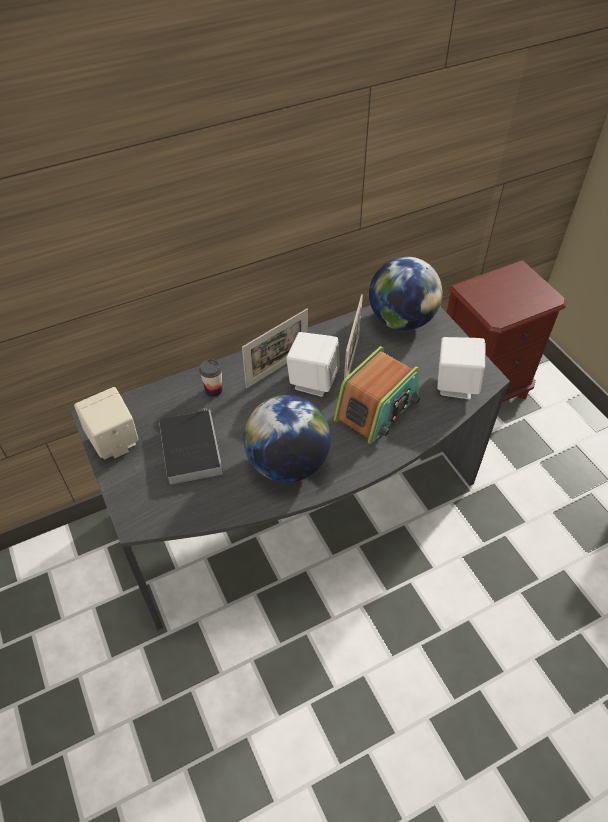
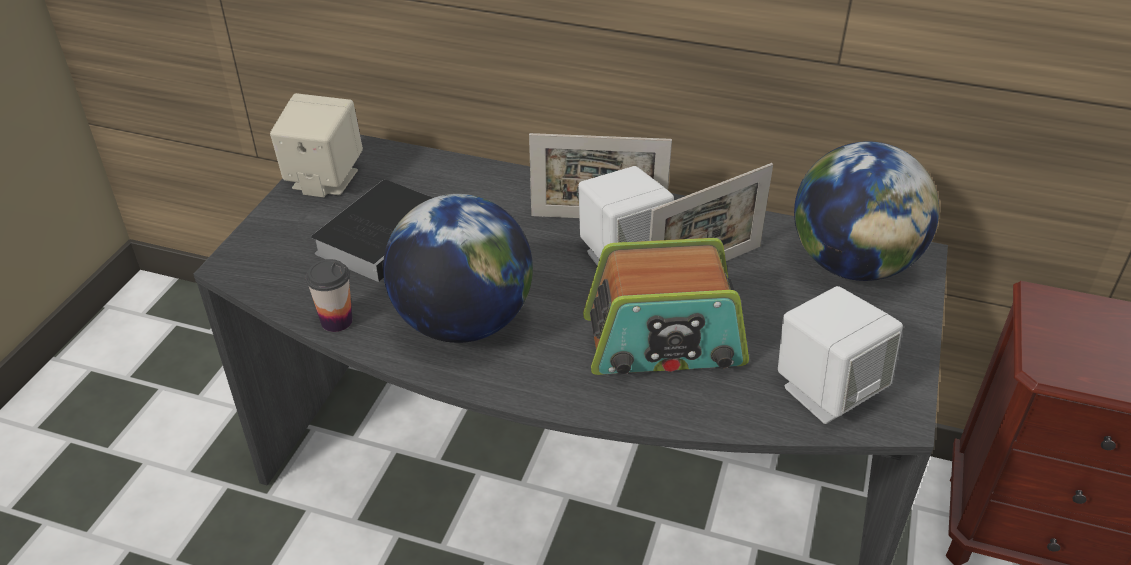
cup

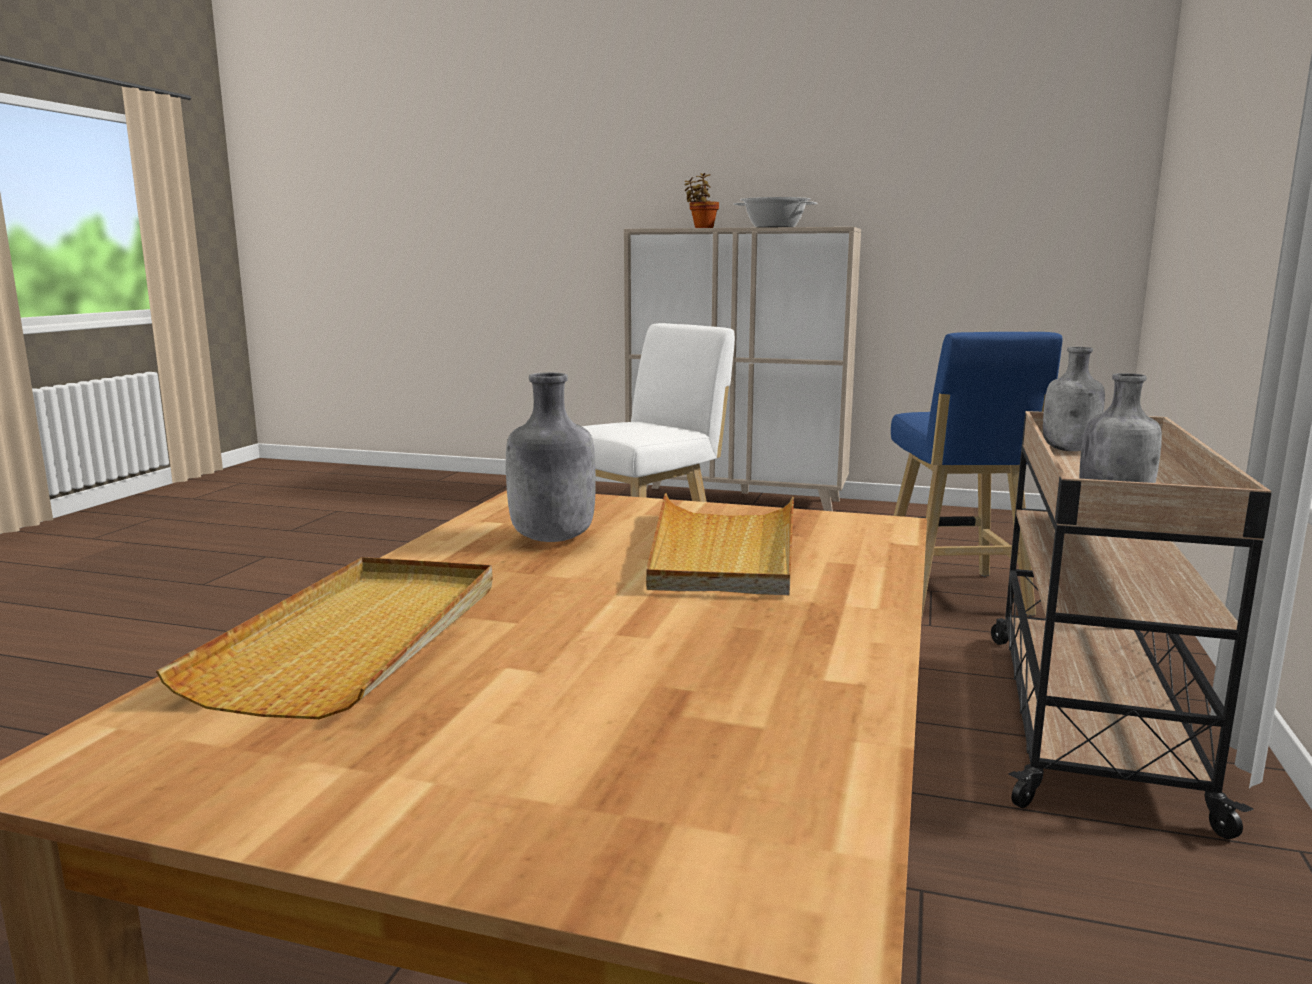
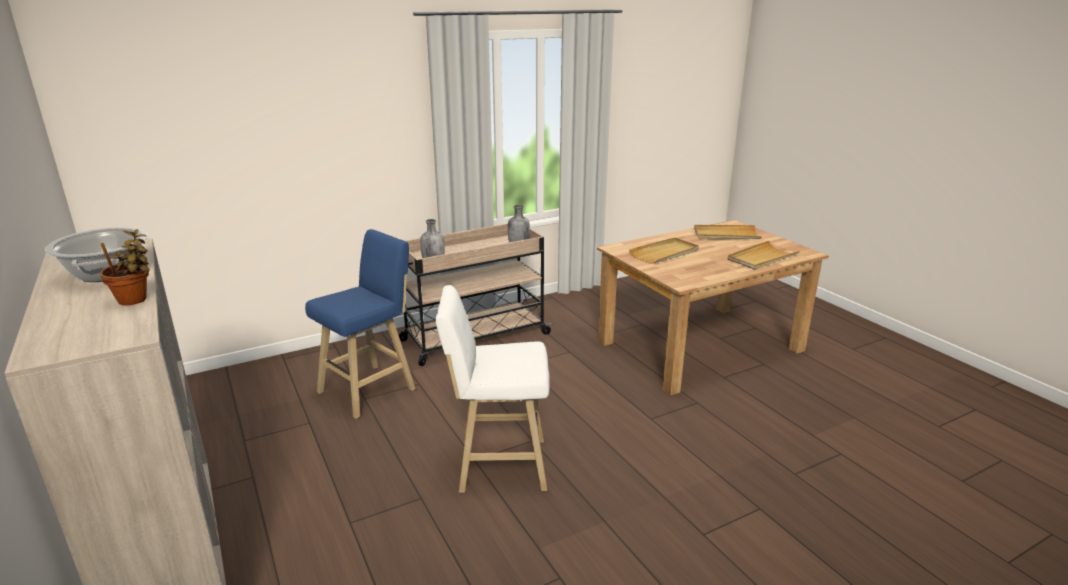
carrying tray/beige (2nd from left)
beverage bottle/gray (1st from left in the first image)

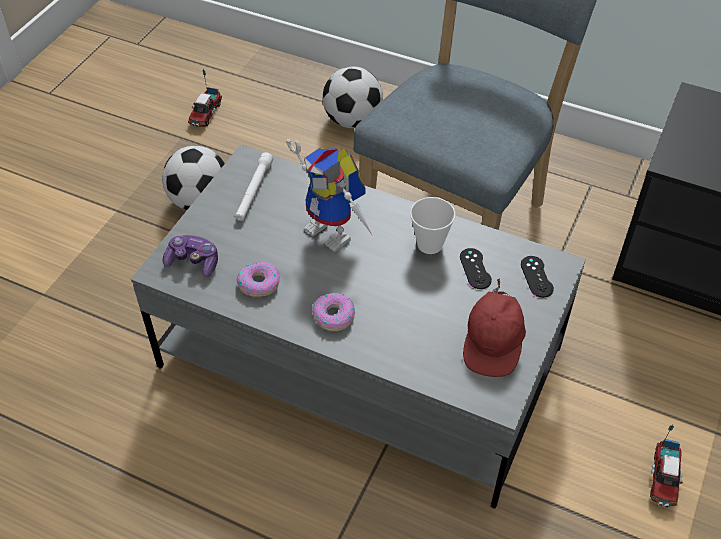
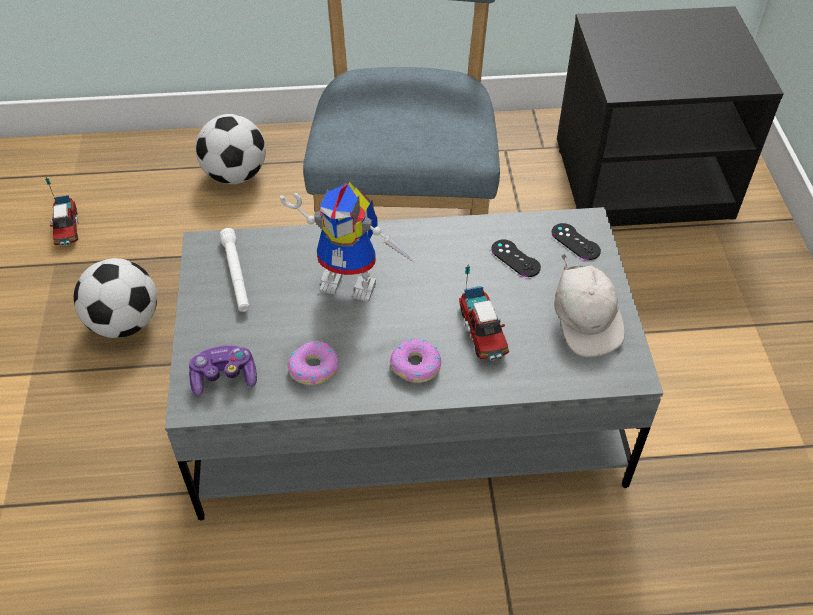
model truck (2nd from left)
peaked cap/white-coloured
cup

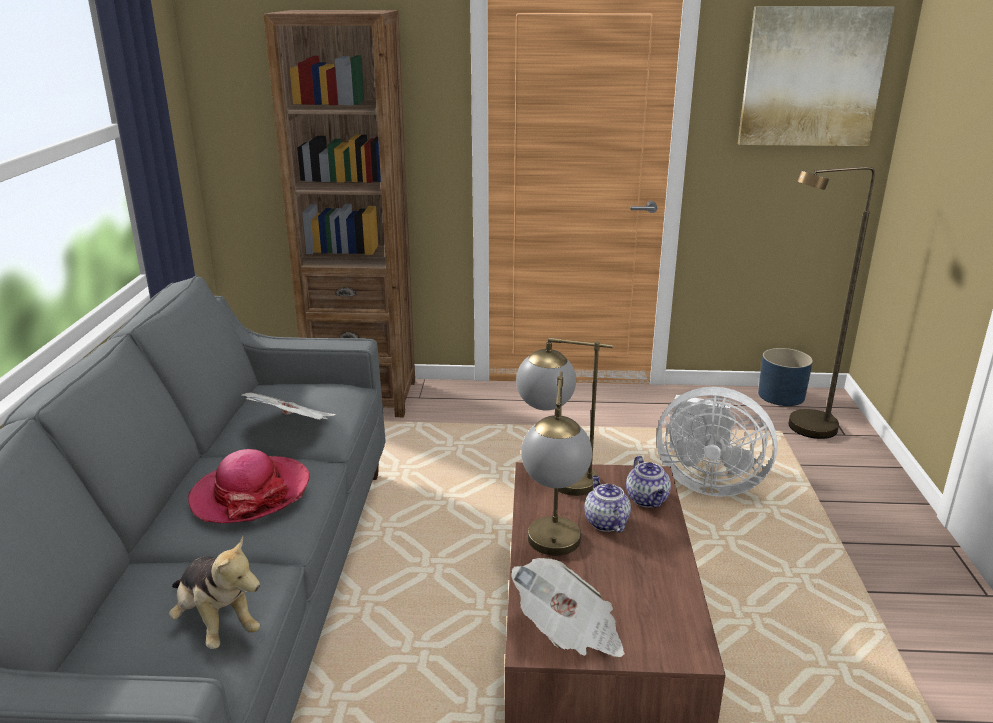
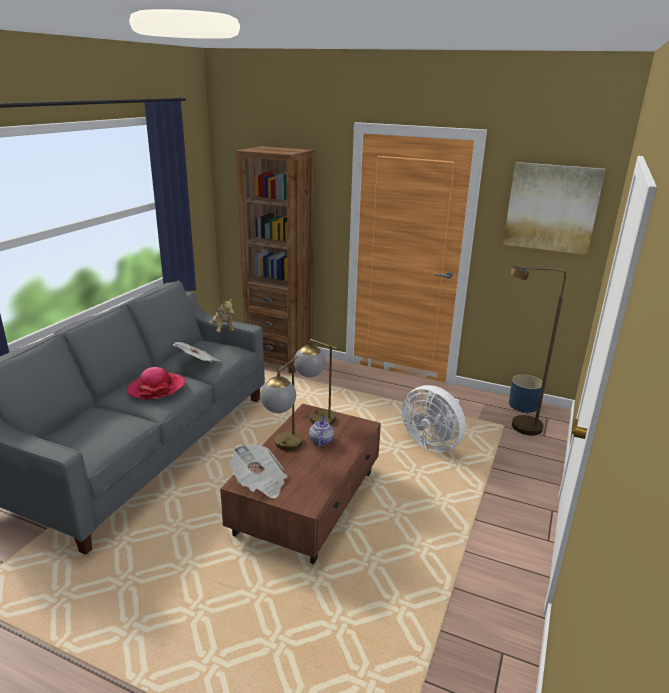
plush toy
pot for tea (2nd from left in the first image)

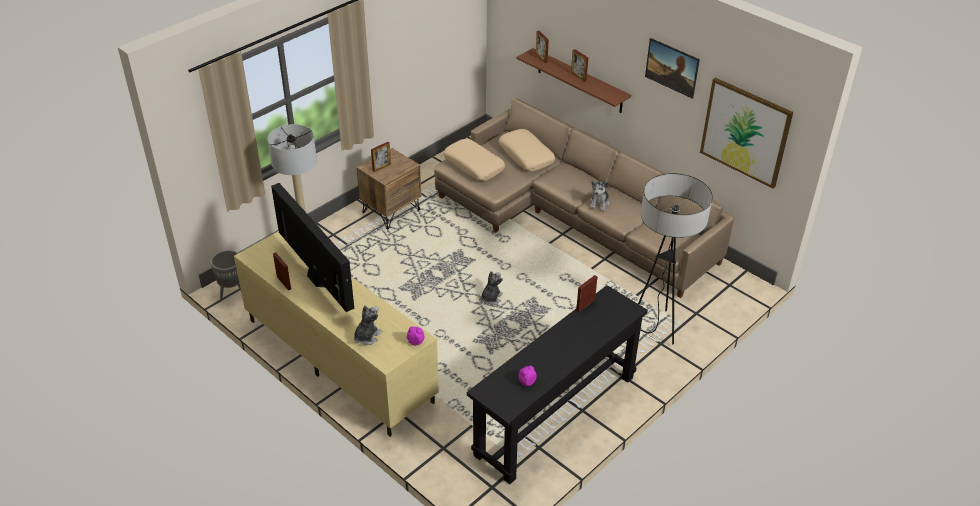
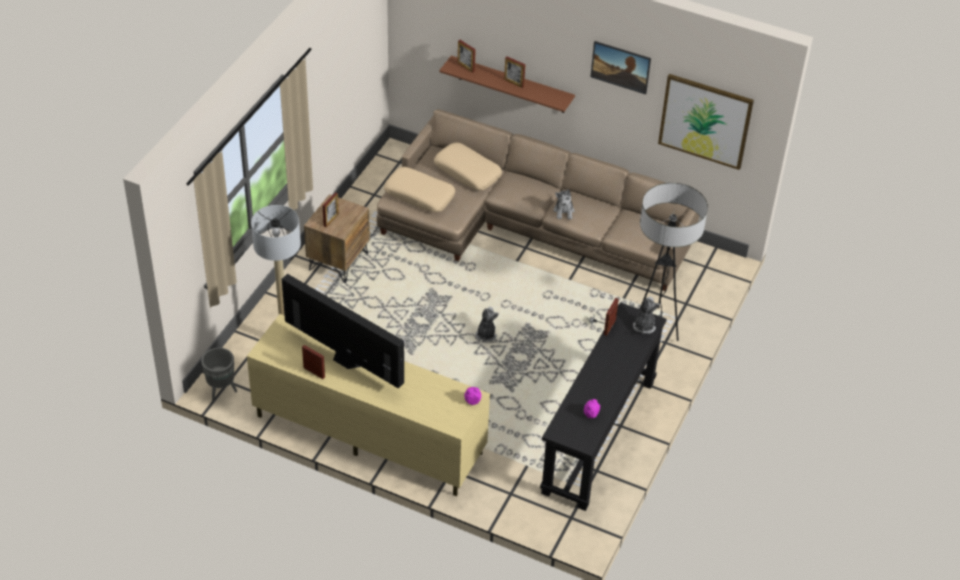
plush toy (3rd from left)

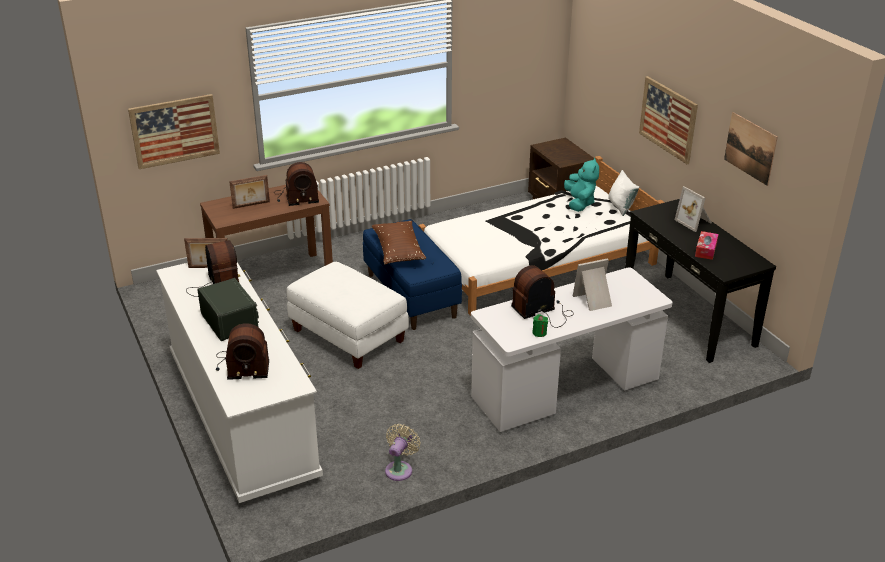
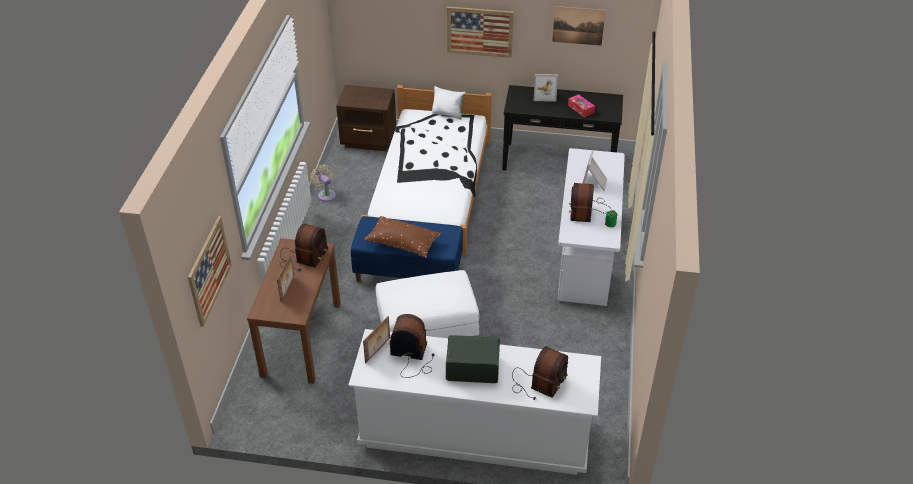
electric fan/beige
plush toy/blue-green

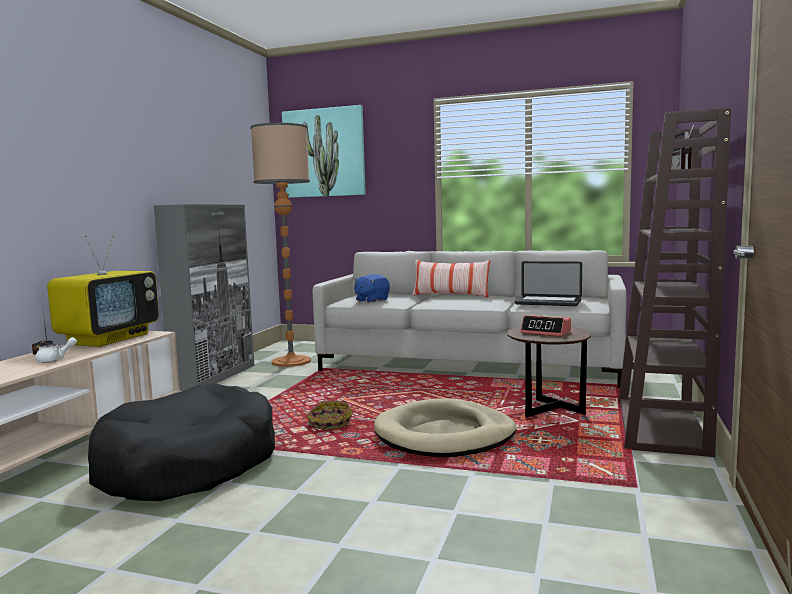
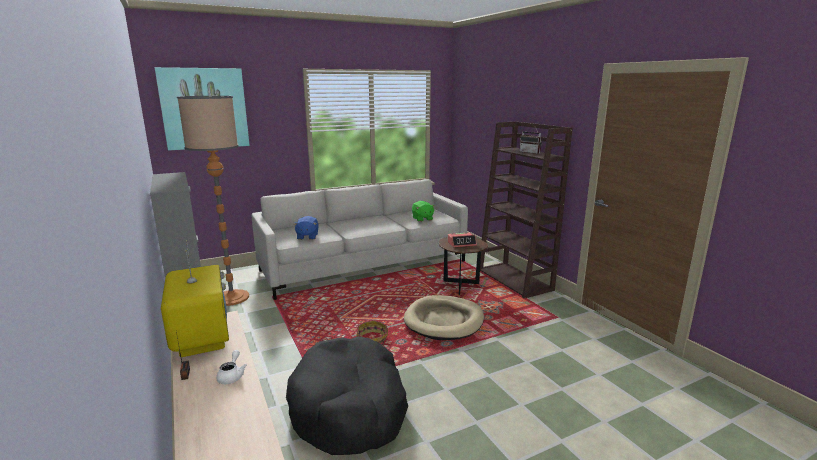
plush toy/greenish
cushion

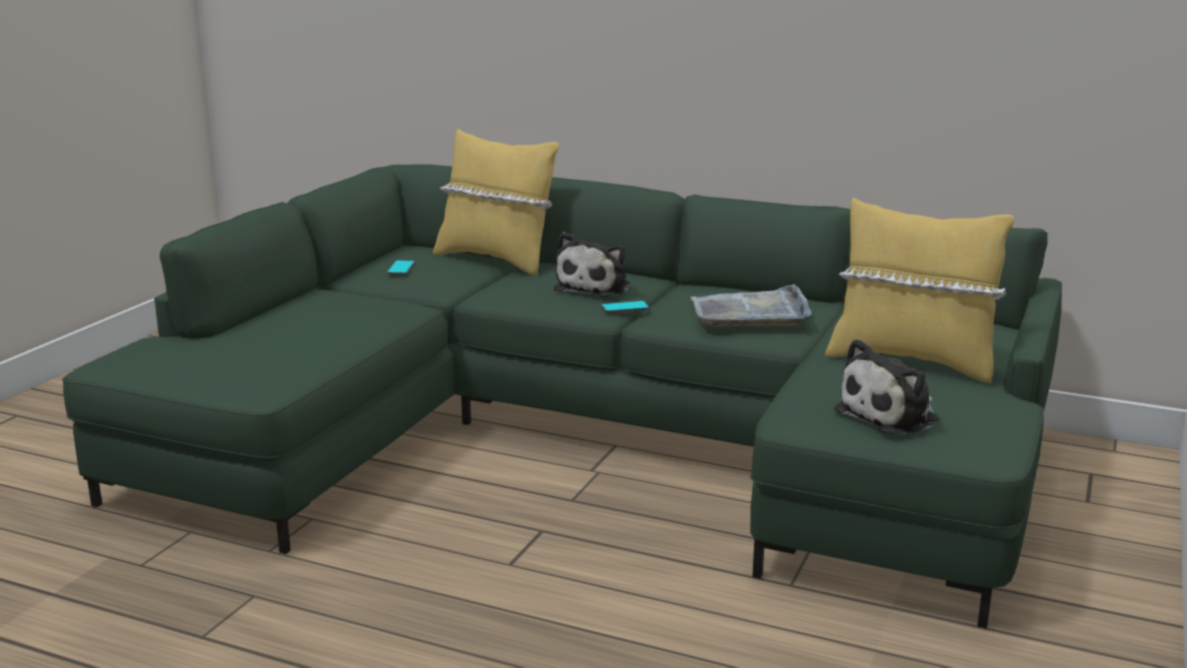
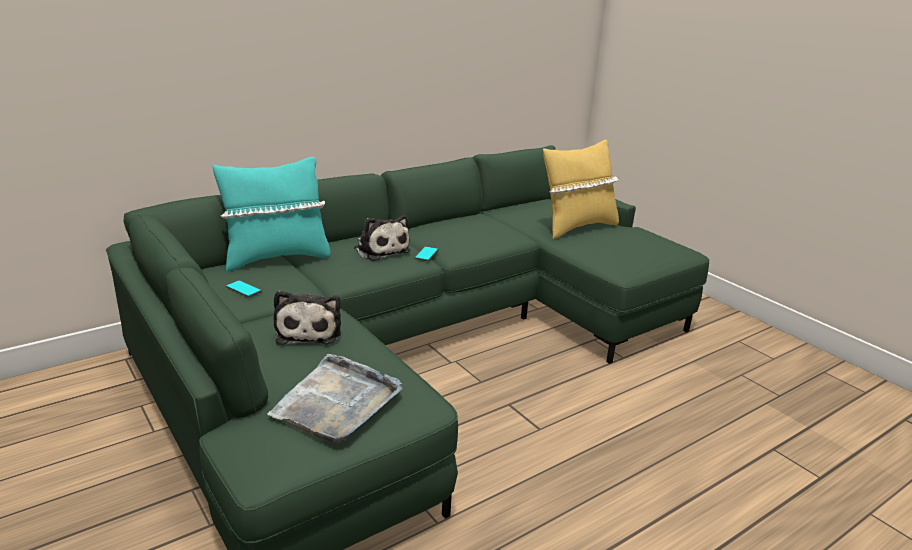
cushion/blue-green
carrying tray/gray
plush toy (1st from left)

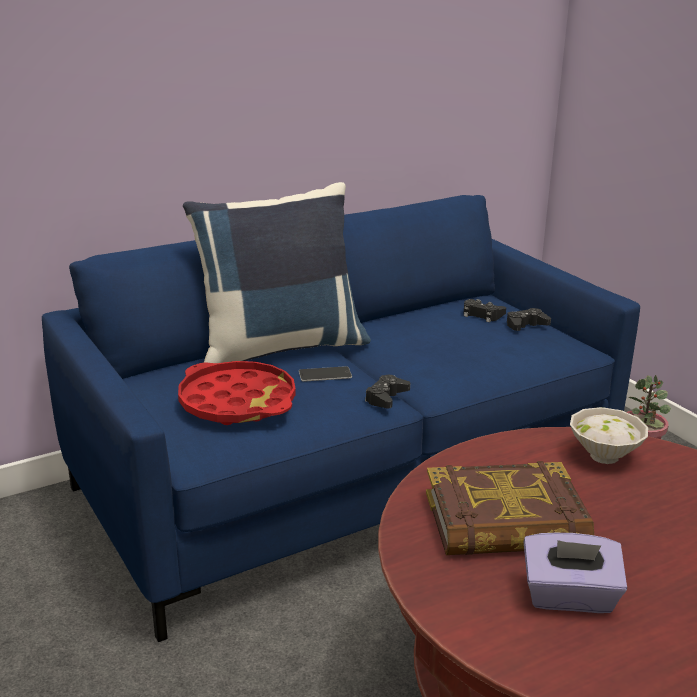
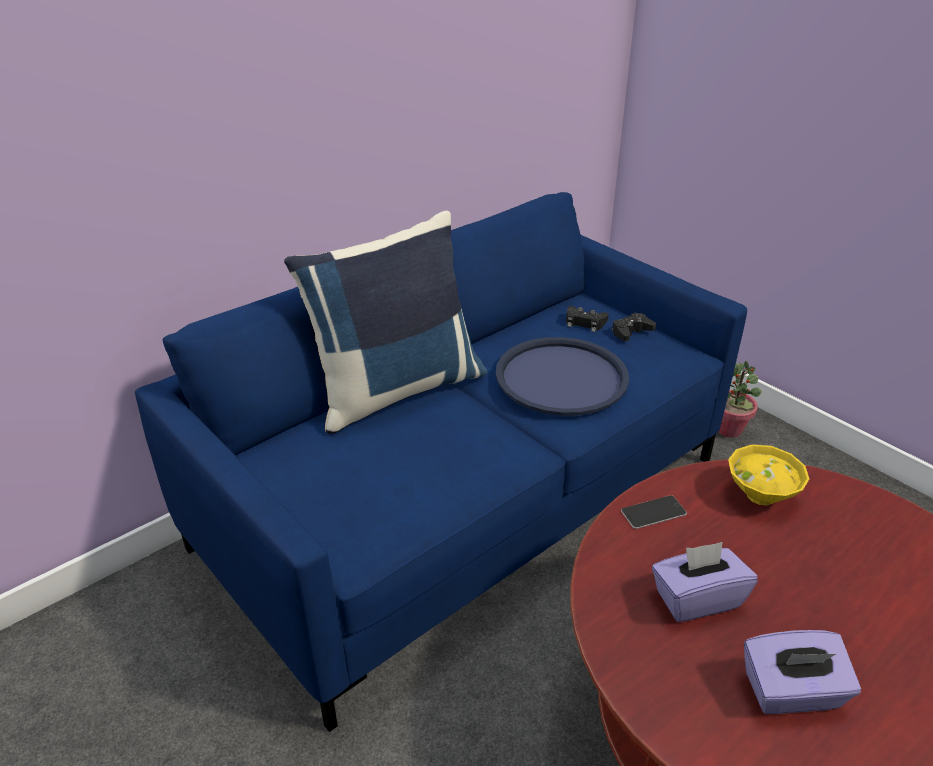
carrying tray/bluish
phone
tissue box/purplish (1st from left)
bowl/yellow
carrying tray/red
game controller/black-coloured (1st from left in the first image)

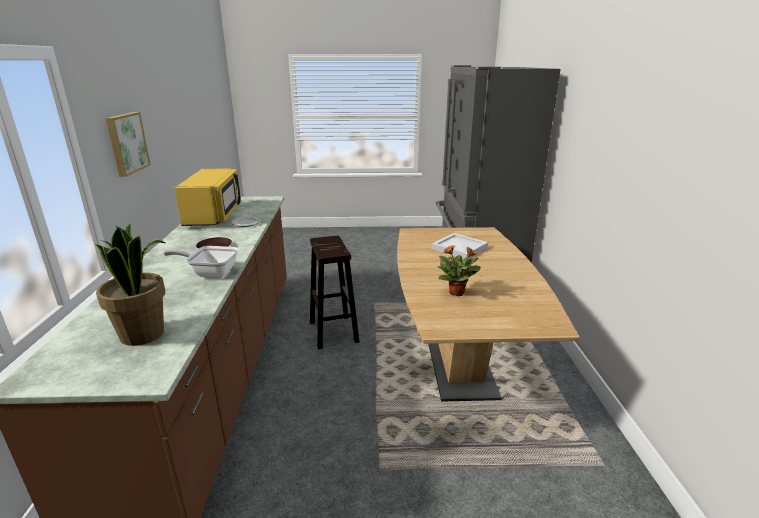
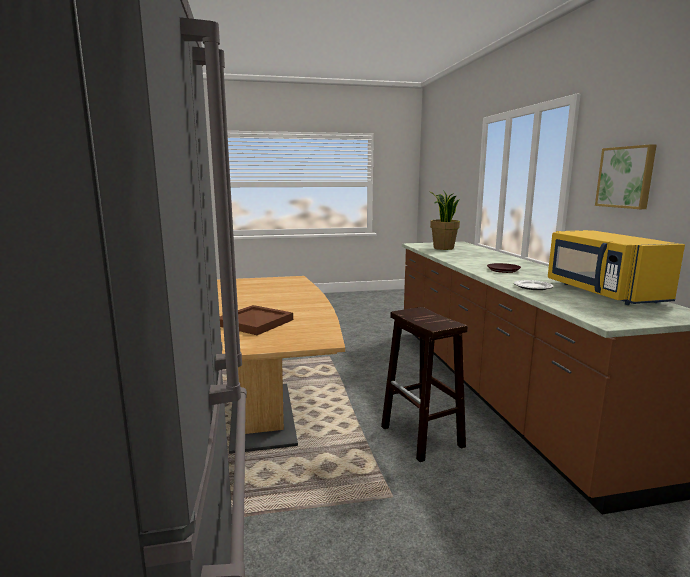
carrying tray/brown
pan
plant in a pot (2nd from left in the first image)

